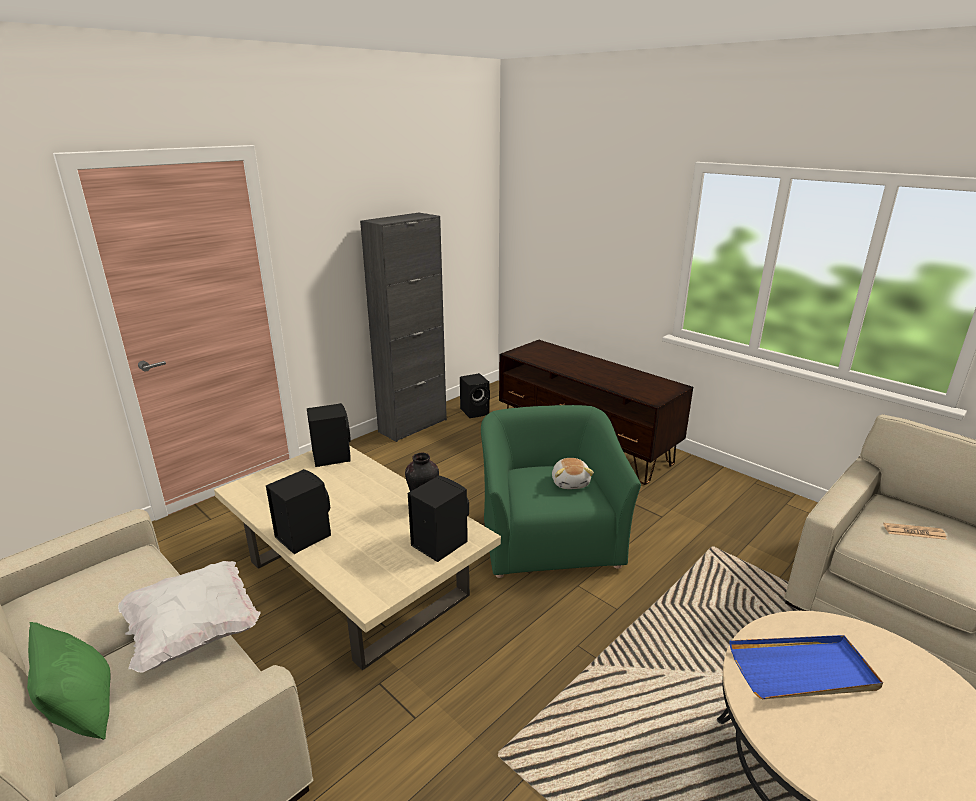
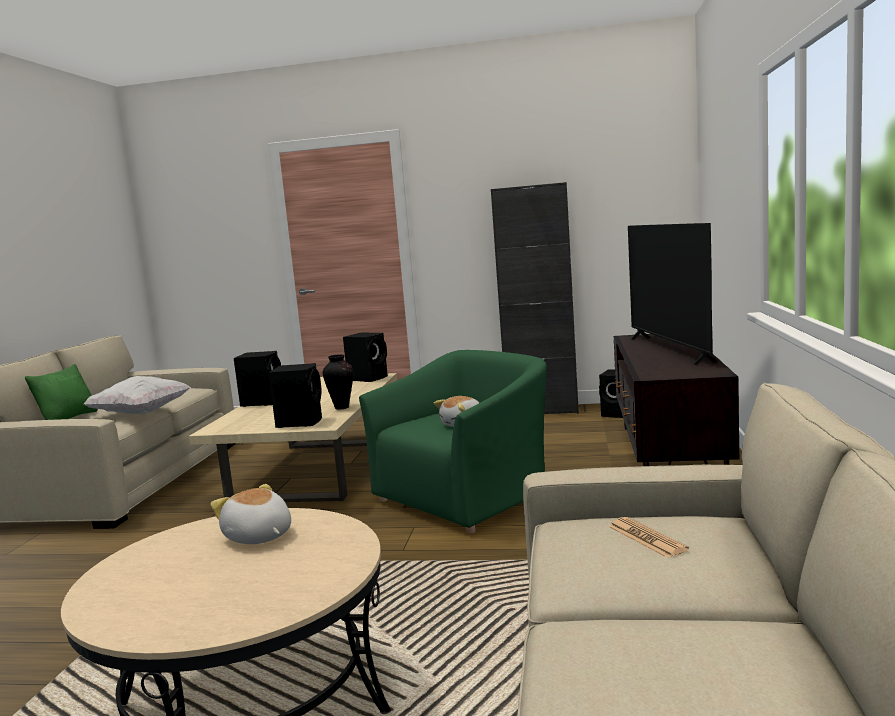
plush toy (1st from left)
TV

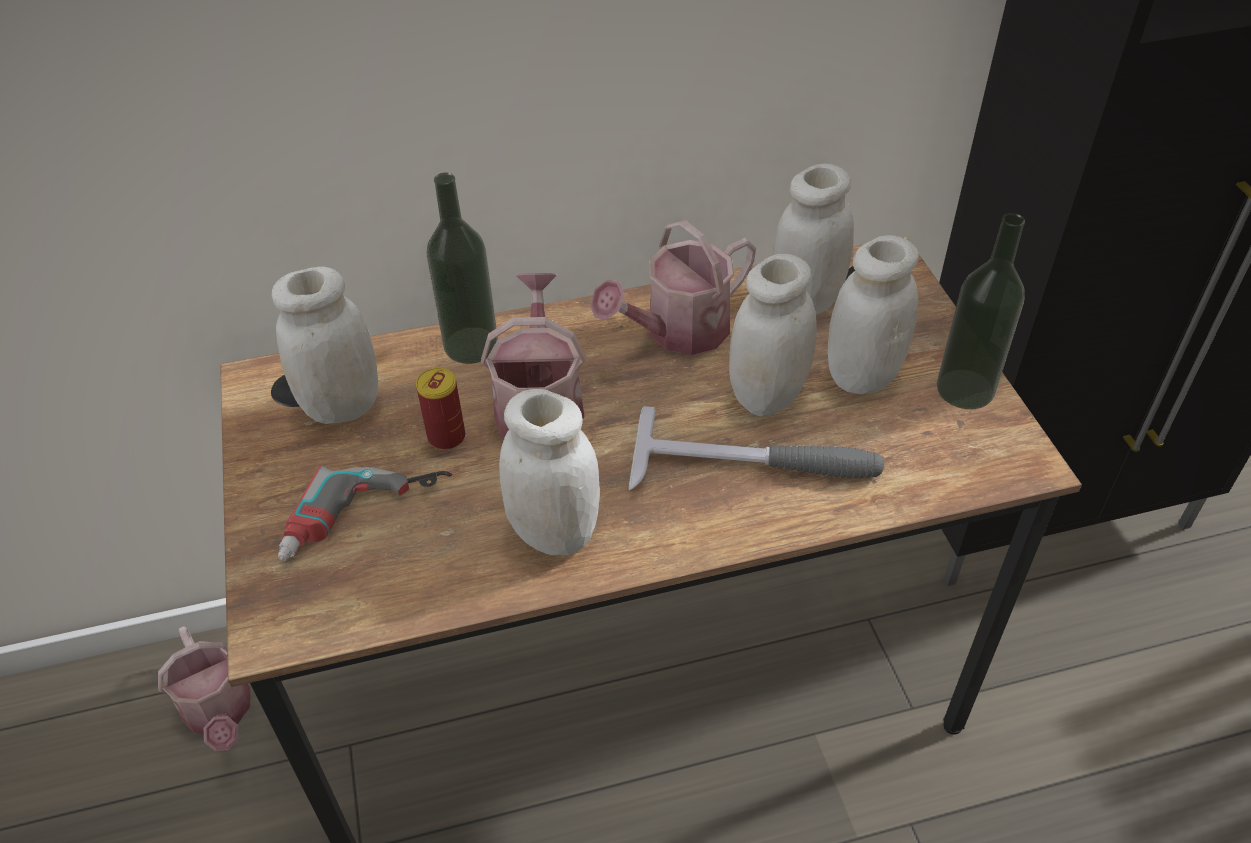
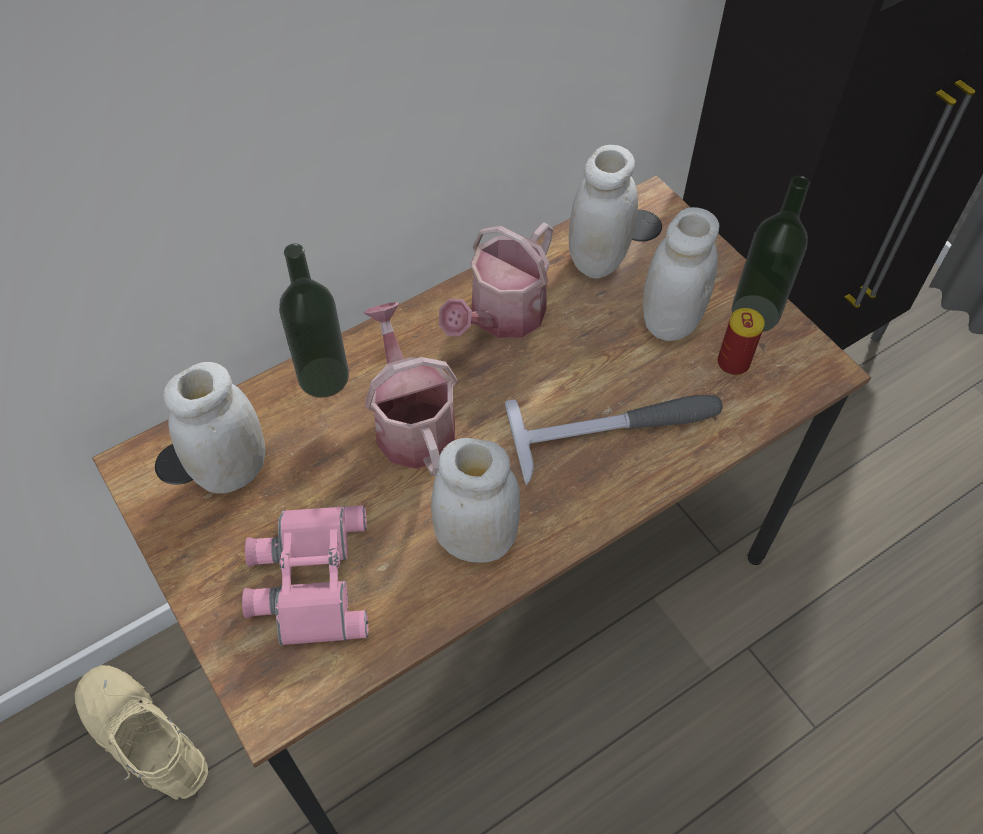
tall boot/beige
field glasses/pinkish
sealed can
preserve jar/white-coloured (3rd from left in the first image)

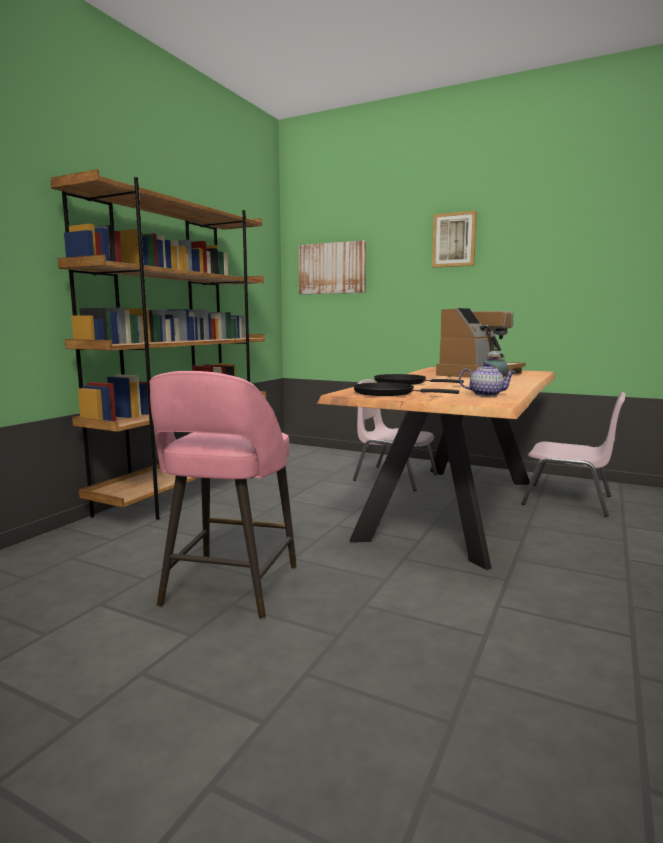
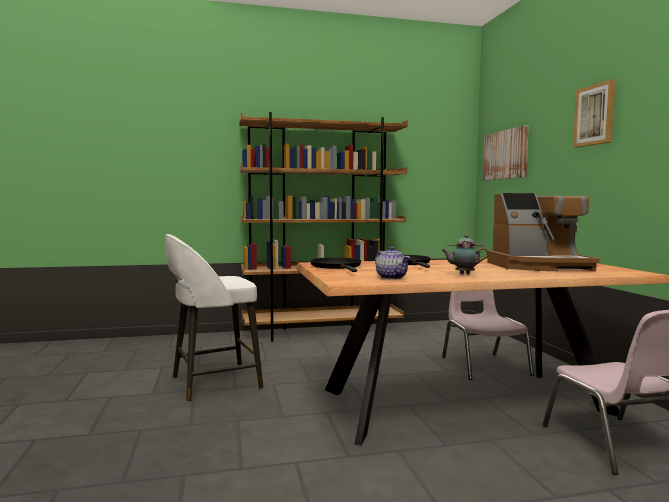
stool/white-coloured

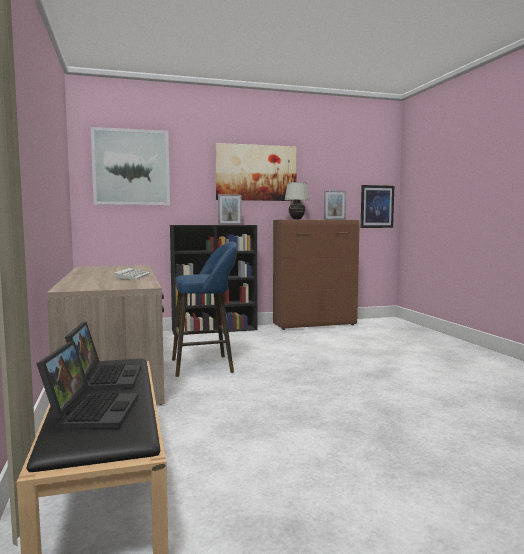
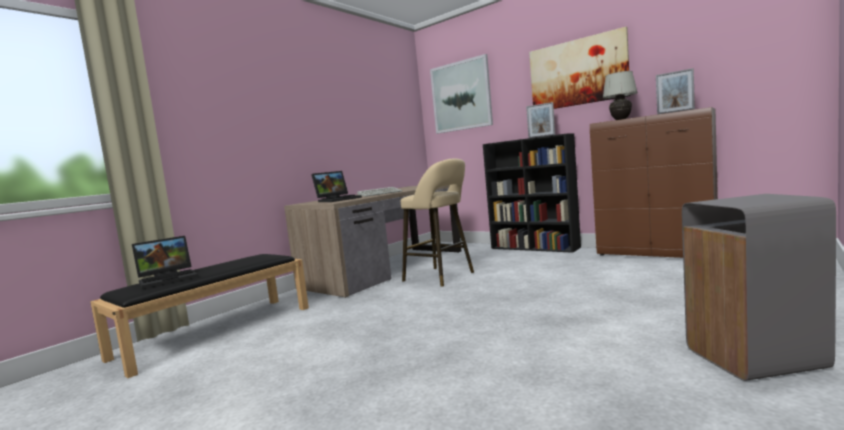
portable computer (2nd from left)
stool/beige
trash can/gray
wall art (3rd from left in the first image)

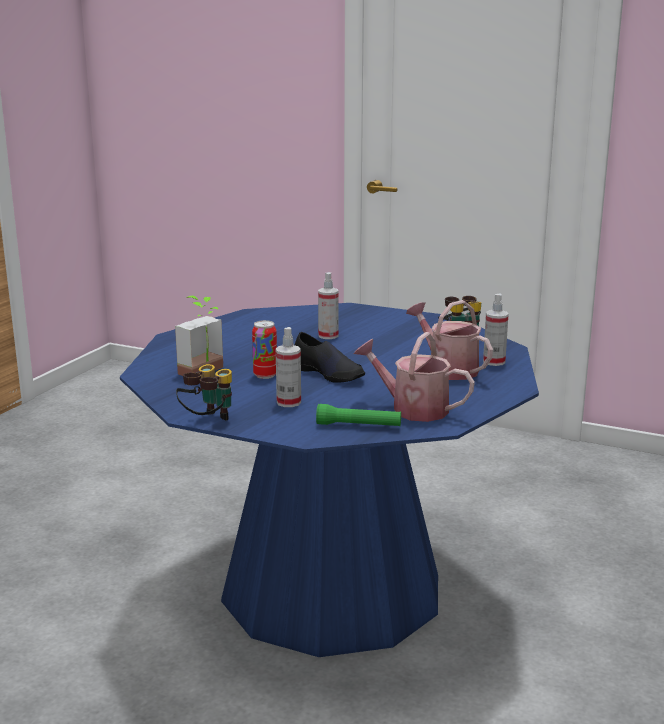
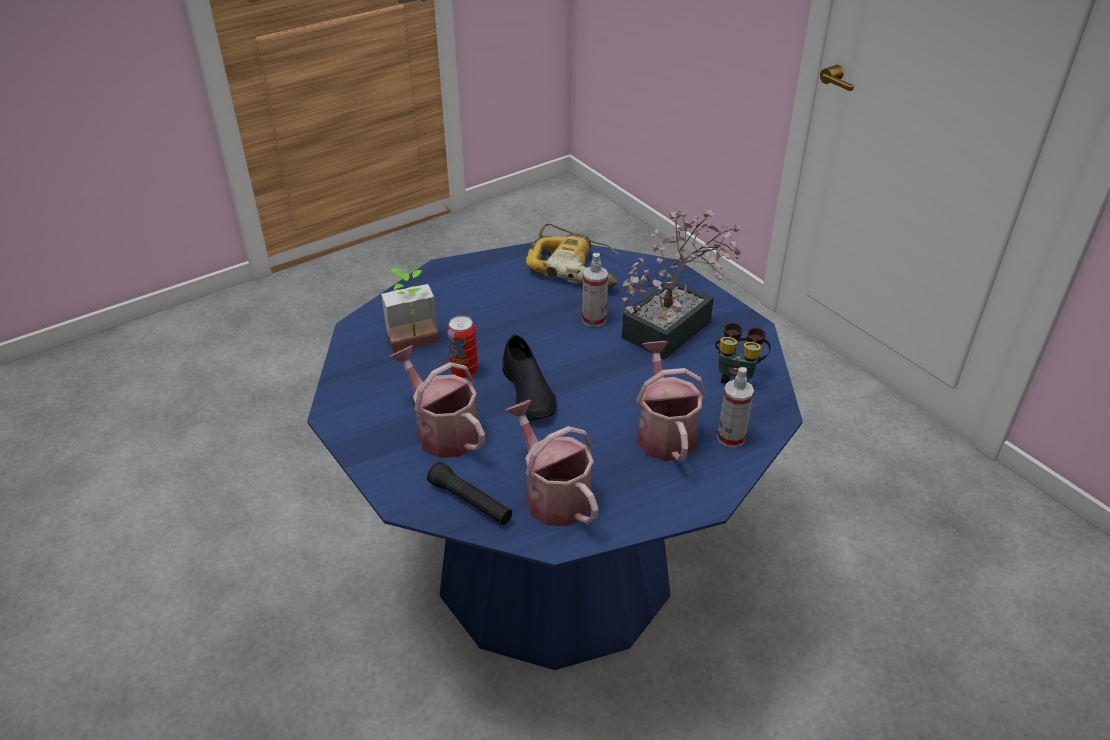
watering can (1st from left)
torch/black-coloured
drill
plant in a pot (2nd from left)
field glasses (1st from left in the first image)

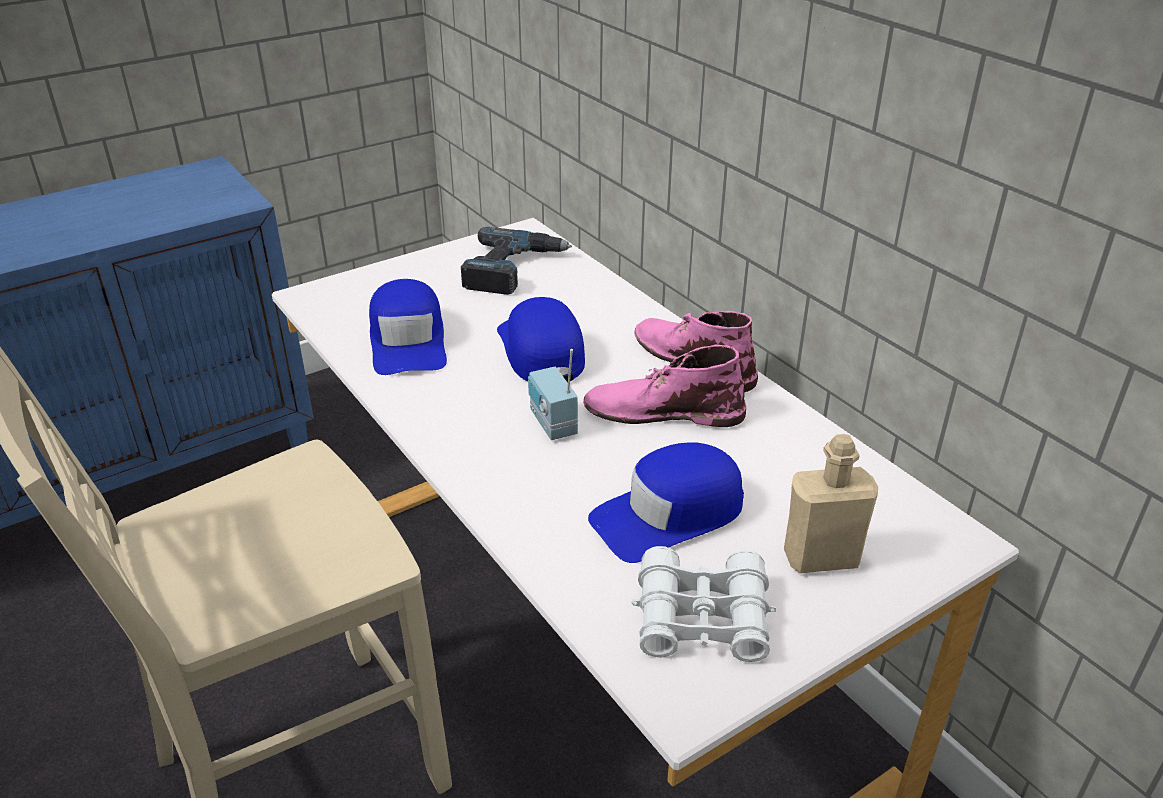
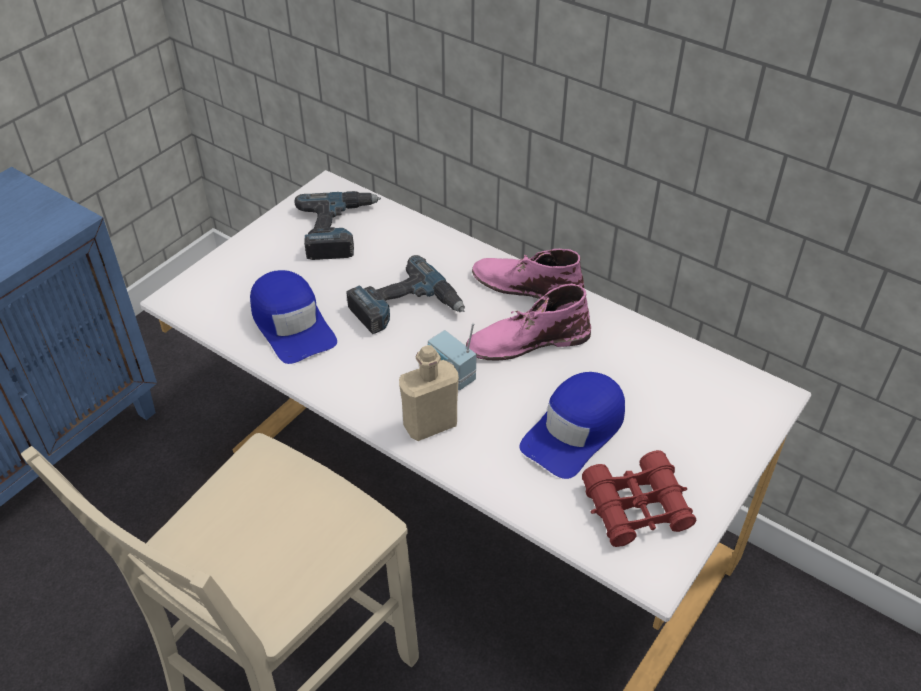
drill (2nd from left)
beverage bottle/beige
field glasses/red

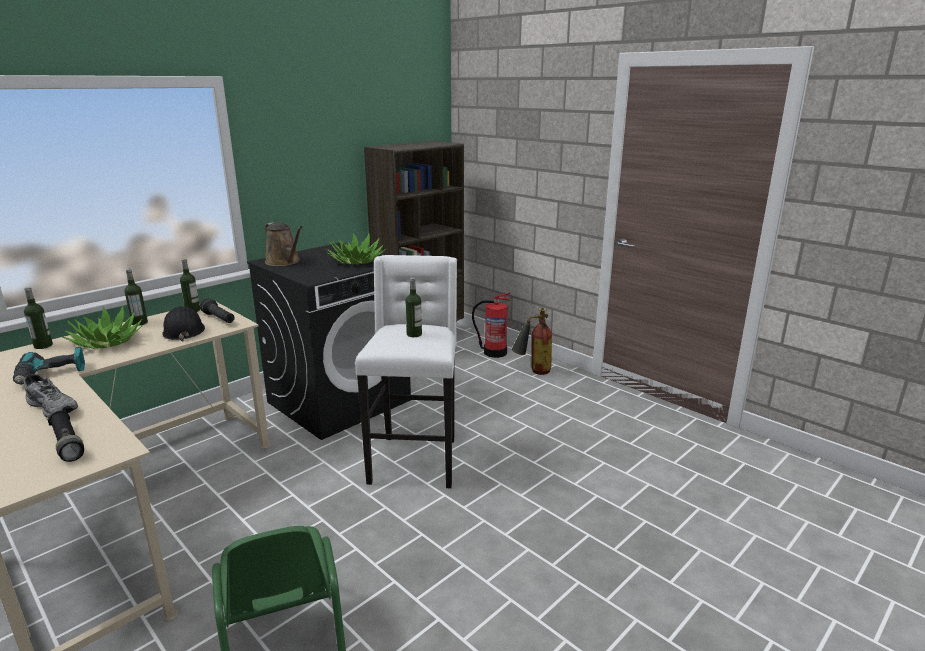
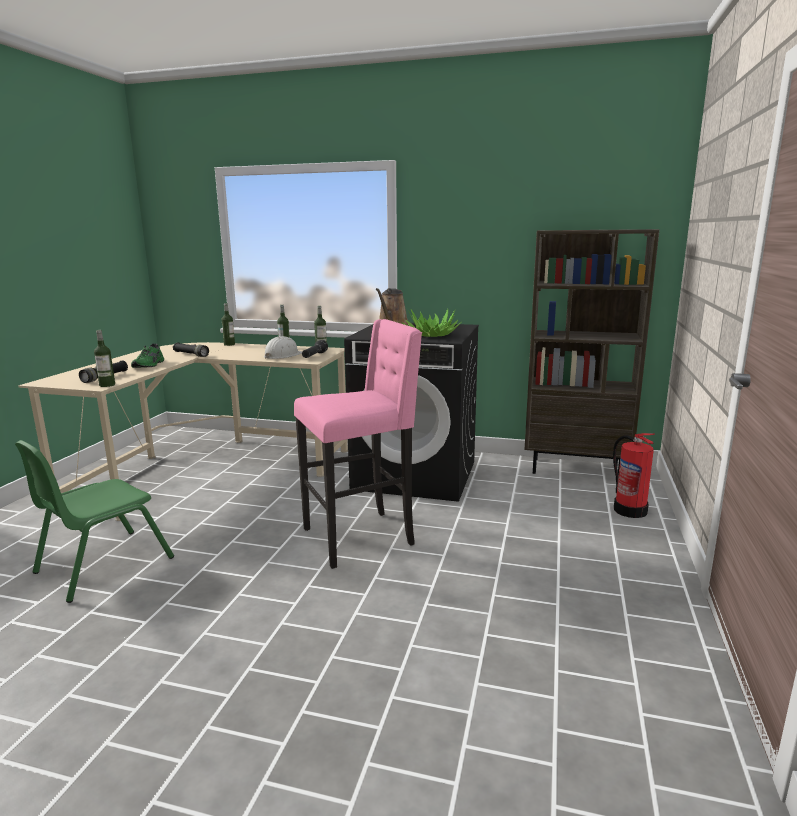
beverage bottle (1st from left)
low shoe/greenish
torch/black-coloured (2nd from left)
work helmet/white-coloured
stool/pinkish
plant in a pot (1st from left in the first image)
fire extinguisher (2nd from left in the first image)

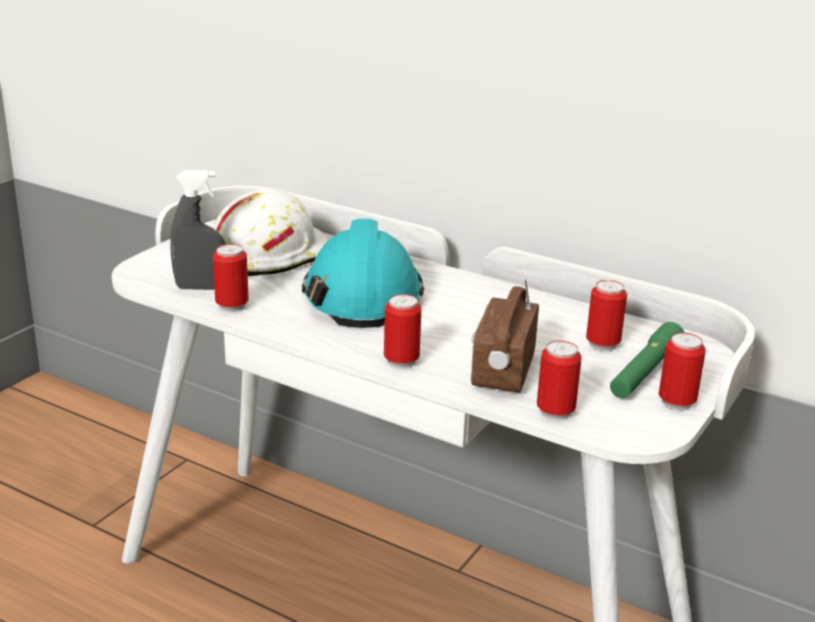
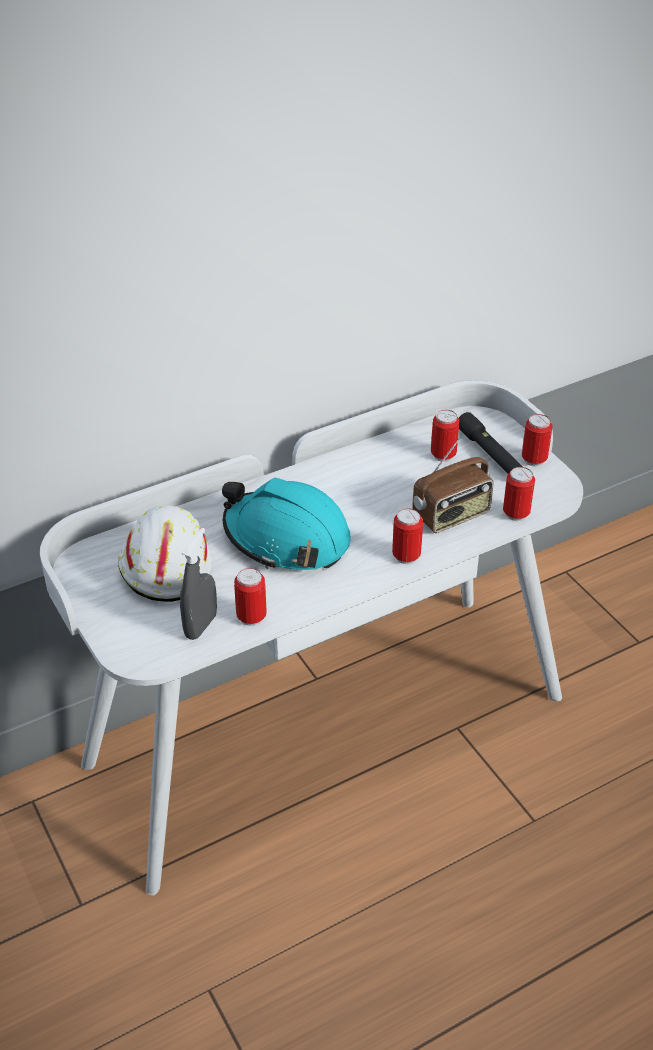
radio receiver
torch/black-coloured

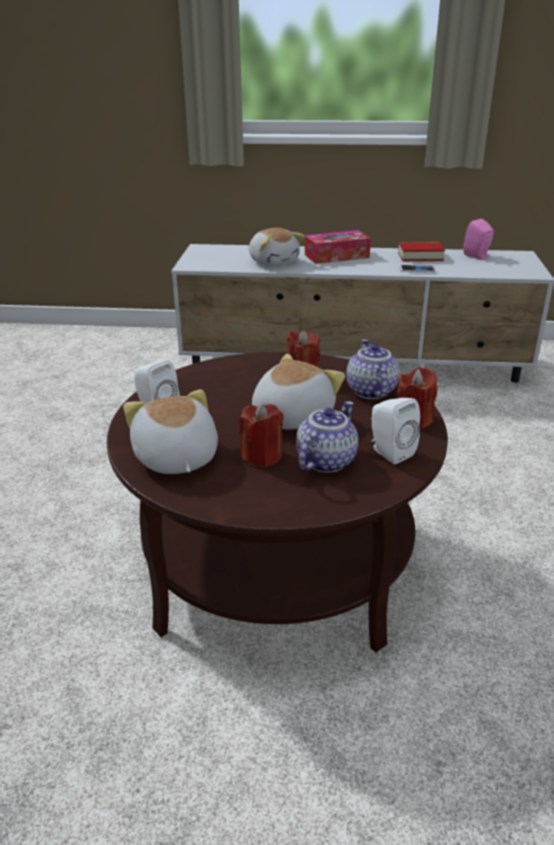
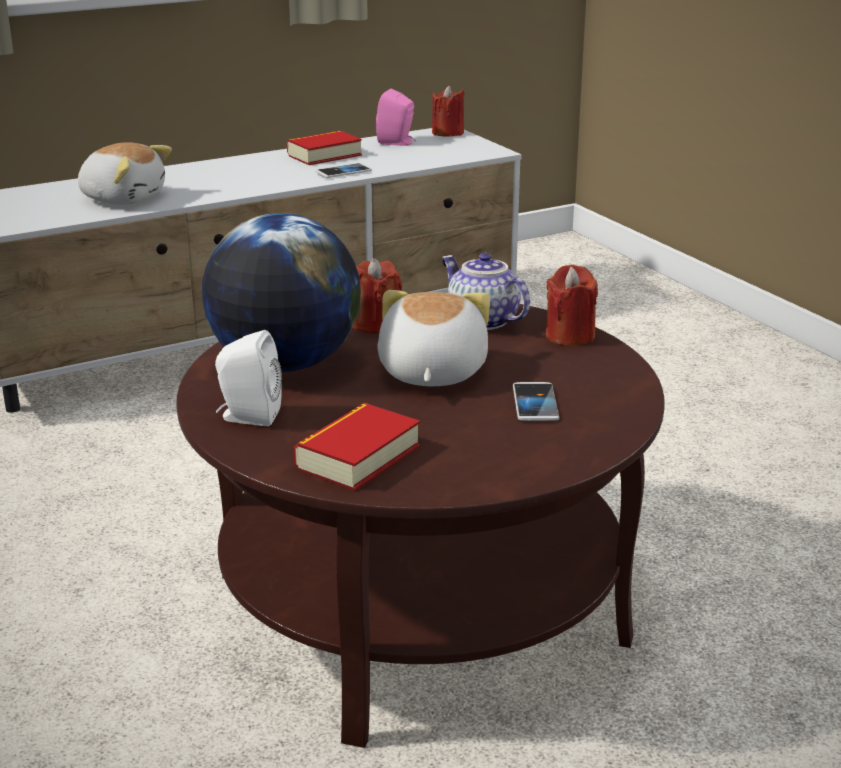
globe
volume (2nd from left)
candle/red (2nd from left)
phone (2nd from left)
tissue box
speaker/white-coloured (2nd from left in the first image)

